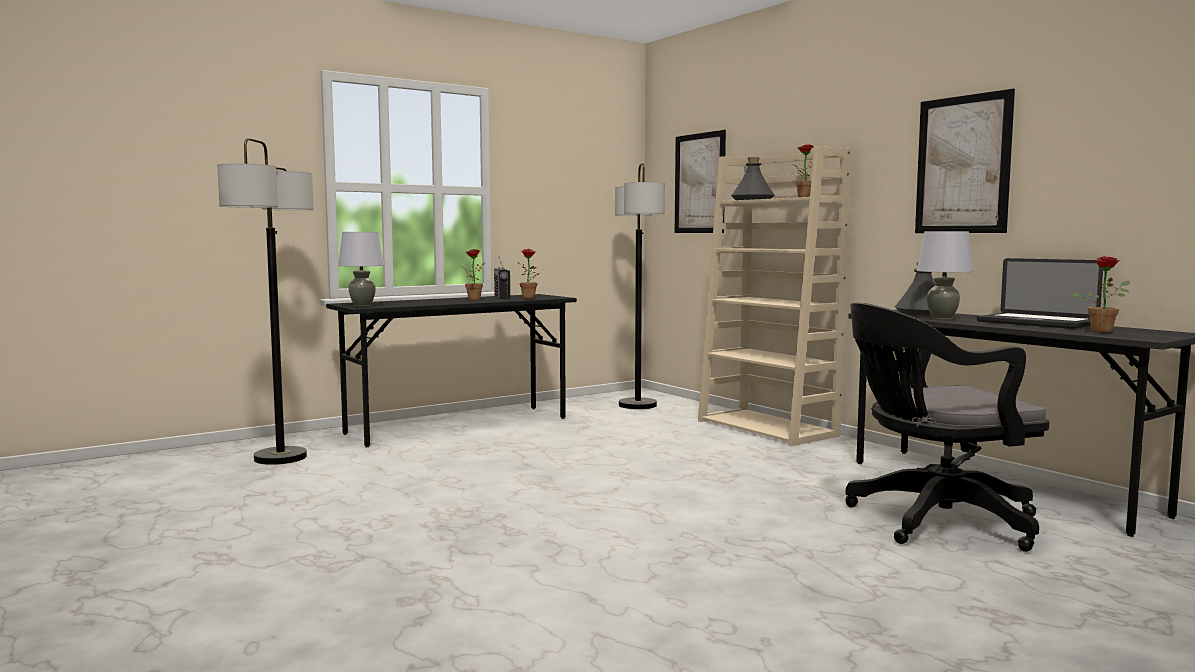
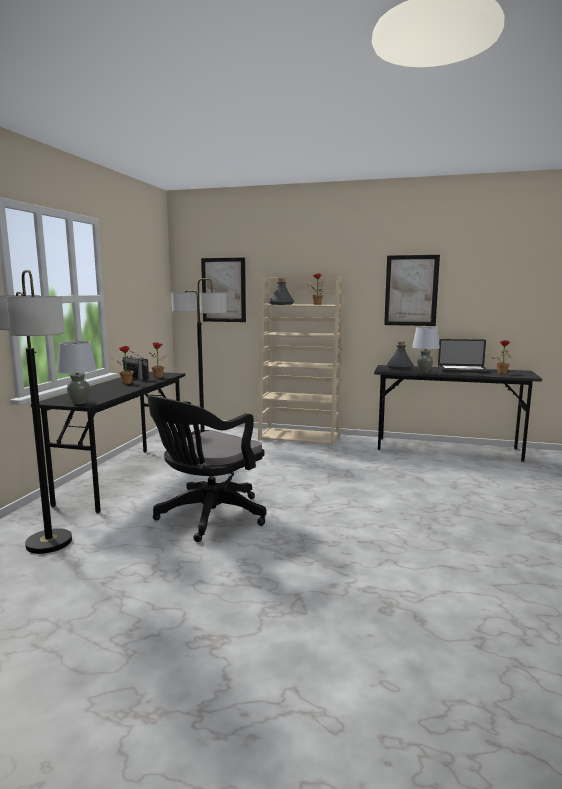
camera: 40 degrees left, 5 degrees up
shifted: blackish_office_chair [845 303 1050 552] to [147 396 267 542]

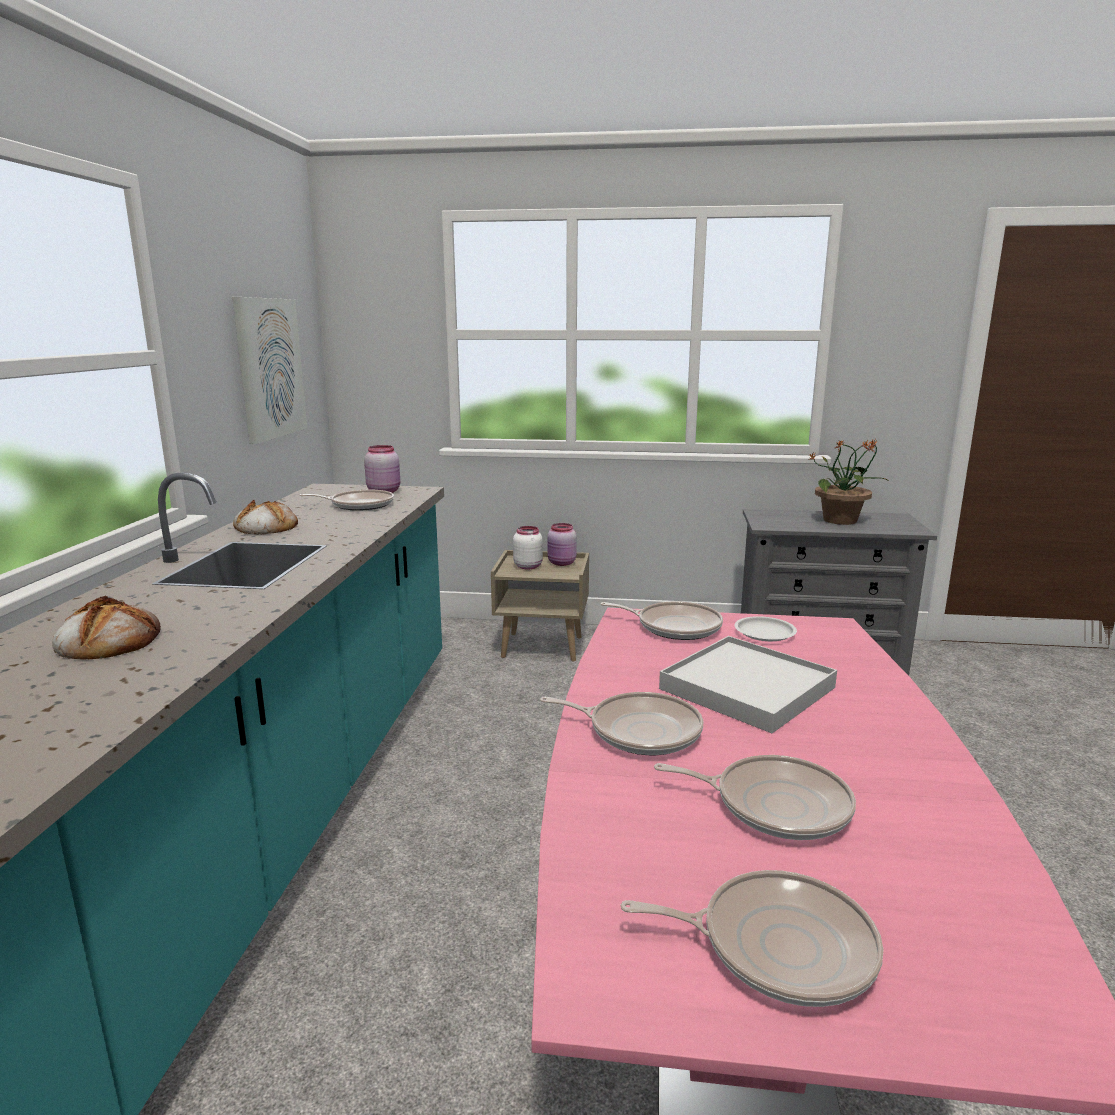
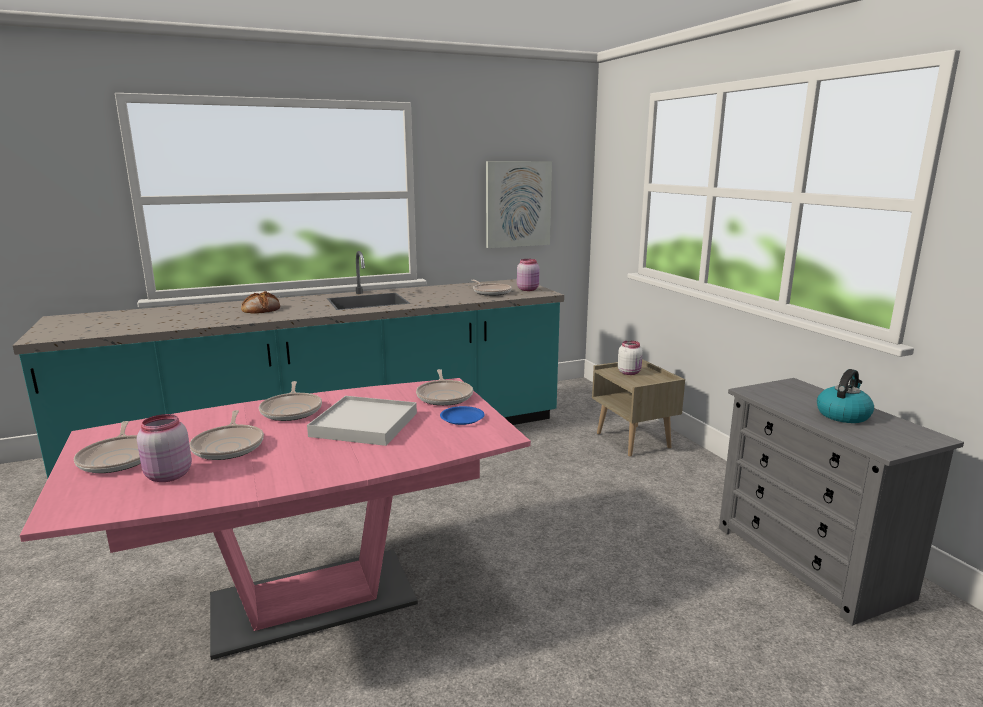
camera: 60 degrees right, 0 degrees up
gone: bread [233 499 298 534]
shifted: pink_preserve_jar [547 523 577 566] to [137 414 192 482]
swapped: houseplant [810 439 889 525] to water_kettle [817 369 874 423]
repainted: whitish_dinner_plate [734 616 797 641] to blue_dinner_plate [440 406 485 425]

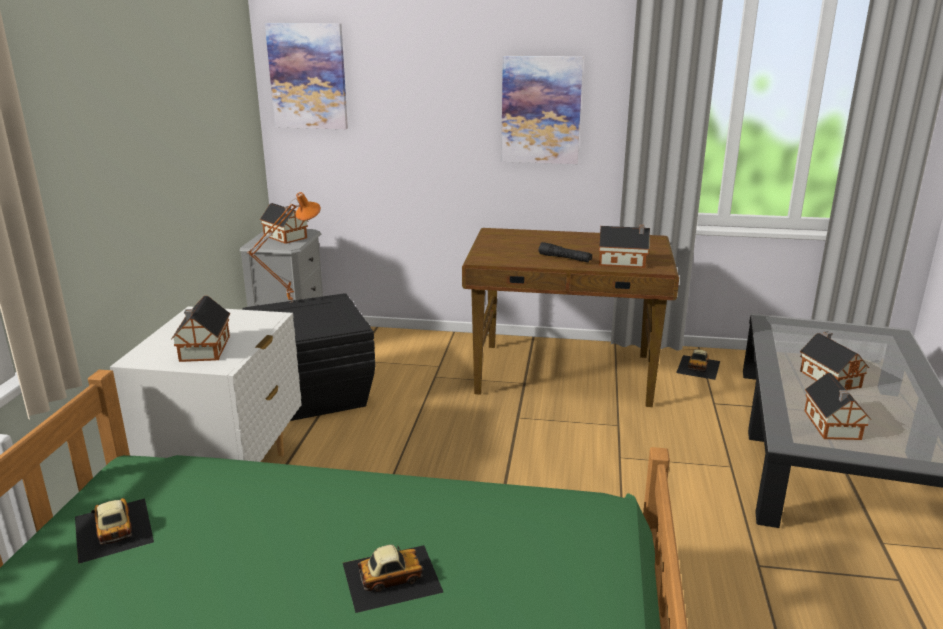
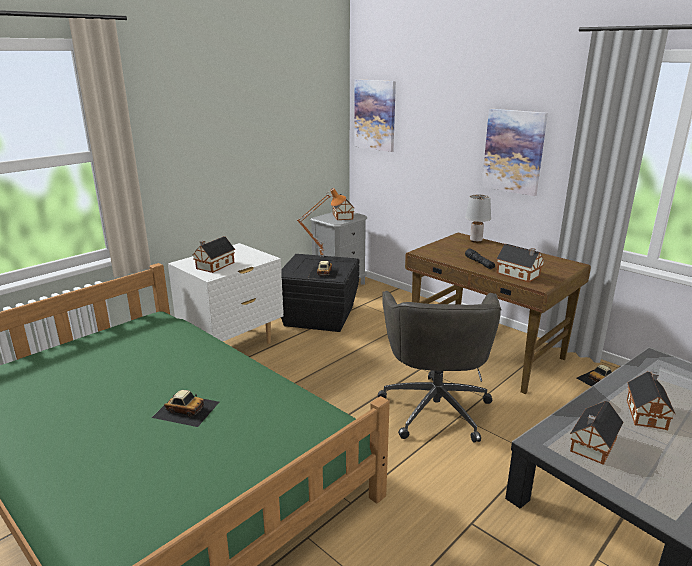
camera: 35 degrees right, 0 degrees up
new: gray_tabletop_lamp [465 195 491 243]; gray_office_chair [378 291 502 443]
shifted: model_car [75 498 154 564] to [308 261 340 280]

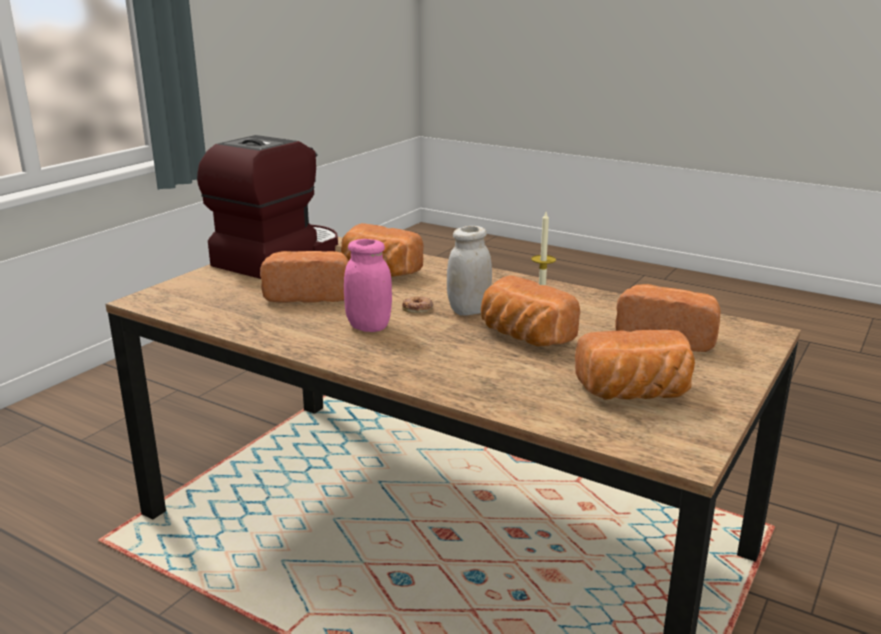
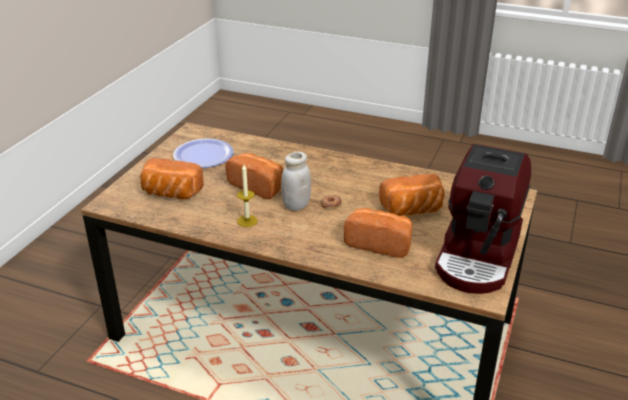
camera: 170 degrees right, 10 degrees up
gone: pink_preserve_jar [344 239 392 332]
swapped: bread [575 330 695 400] to dinner_plate [173 139 233 168]

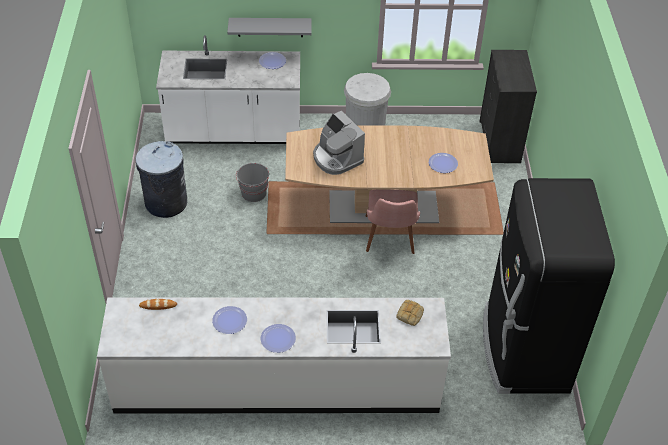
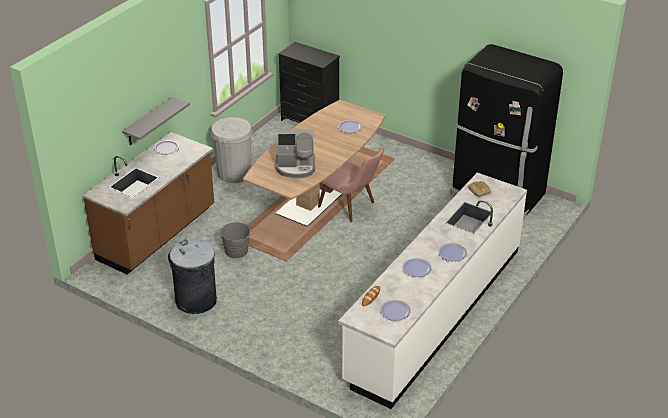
camera: 55 degrees left, 10 degrees down
new: dinner_plate [380 300 411 321]
repainted: whitish_kitchen_counter [156 35 300 144] to brownish_kitchen_counter [82 132 214 274]

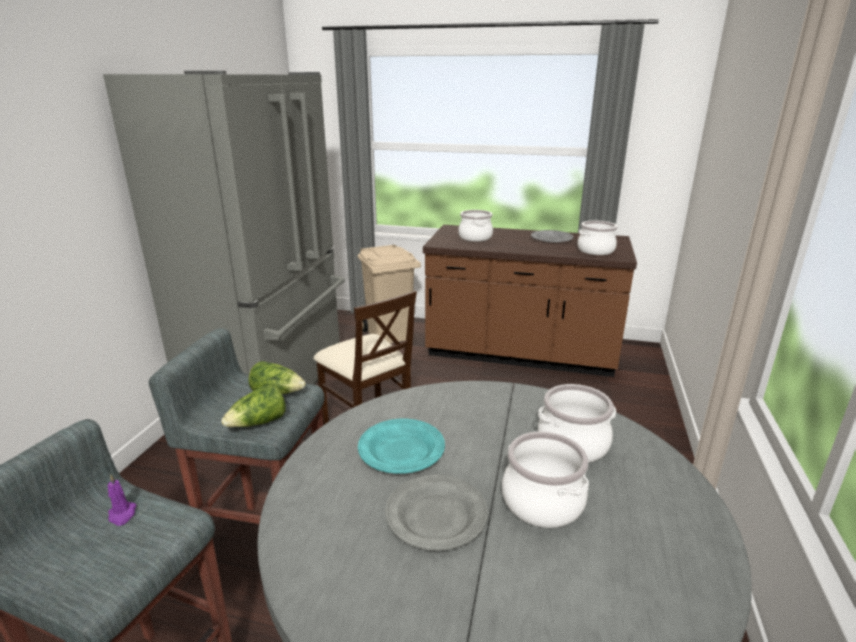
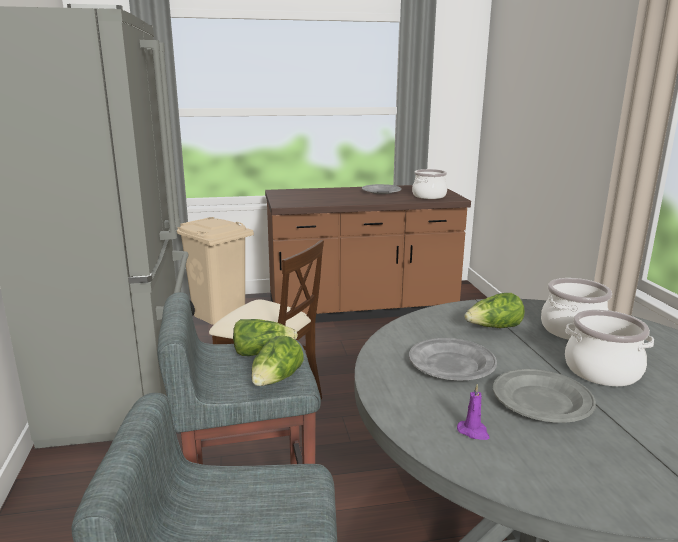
camera: 25 degrees left, 5 degrees down
gone: cooking_pot [458 210 493 241]
new: head_of_lettuce [464 293 525 328]
shifted: purplish_wax_light [107 475 136 526] to [457 384 490 440]
repainted: turquoise_dinner_plate [358 419 445 474] to gray_dinner_plate [409 338 497 381]

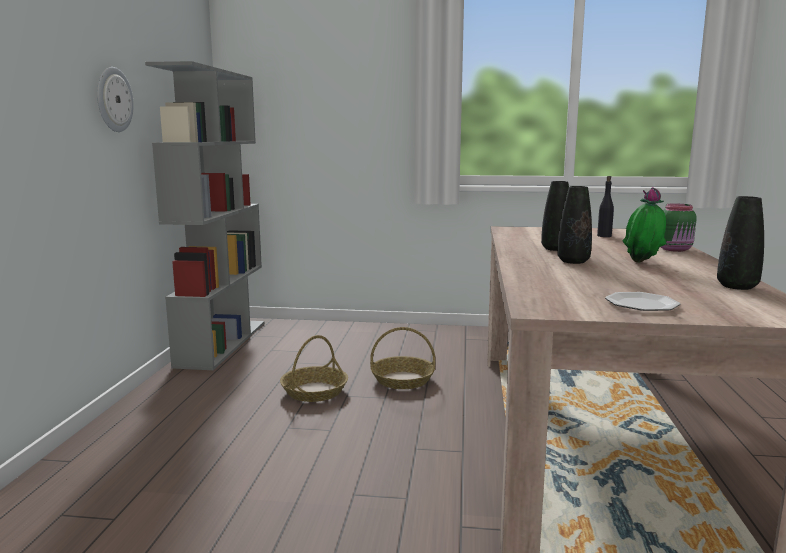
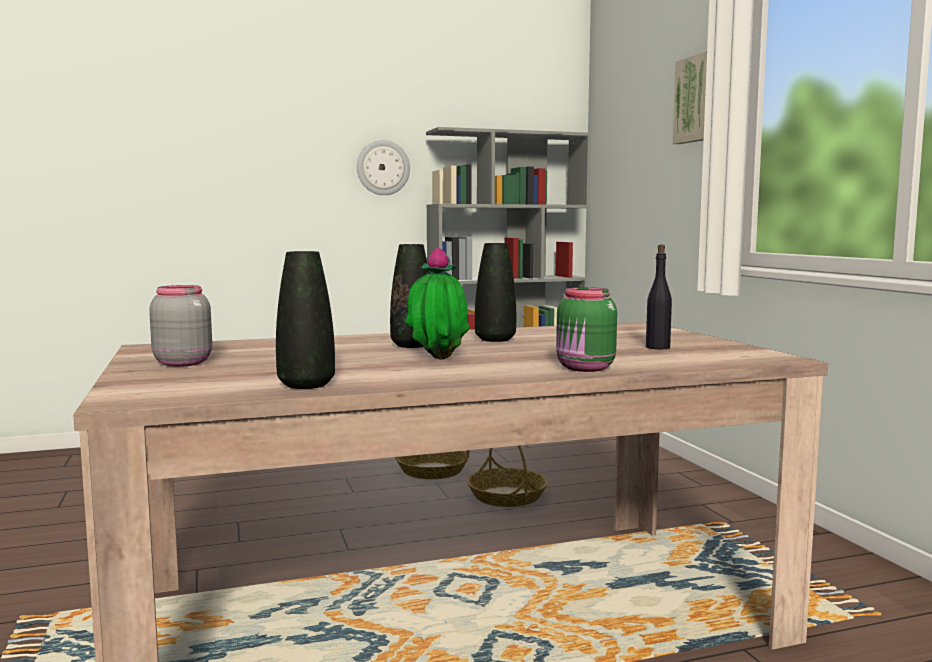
camera: 65 degrees right, 5 degrees down
new: wall_picture [673 51 707 144]
swapped: dinner_plate [605 292 680 311] to gray_preserve_jar [149 285 212 367]

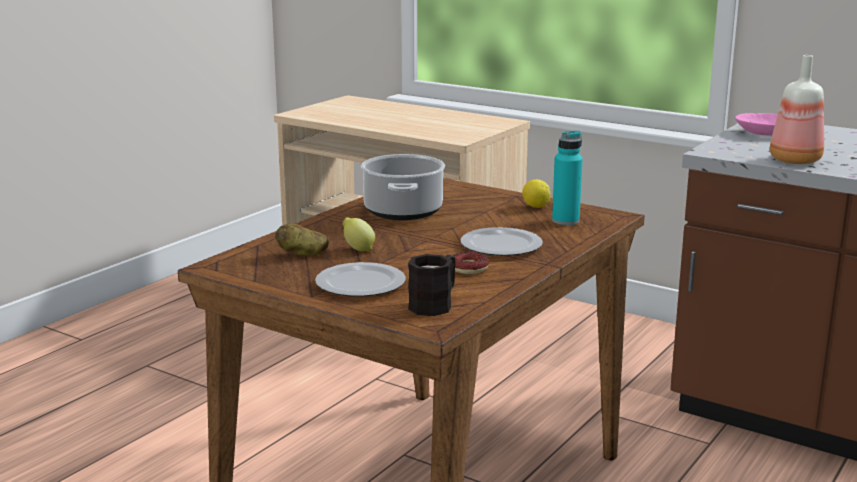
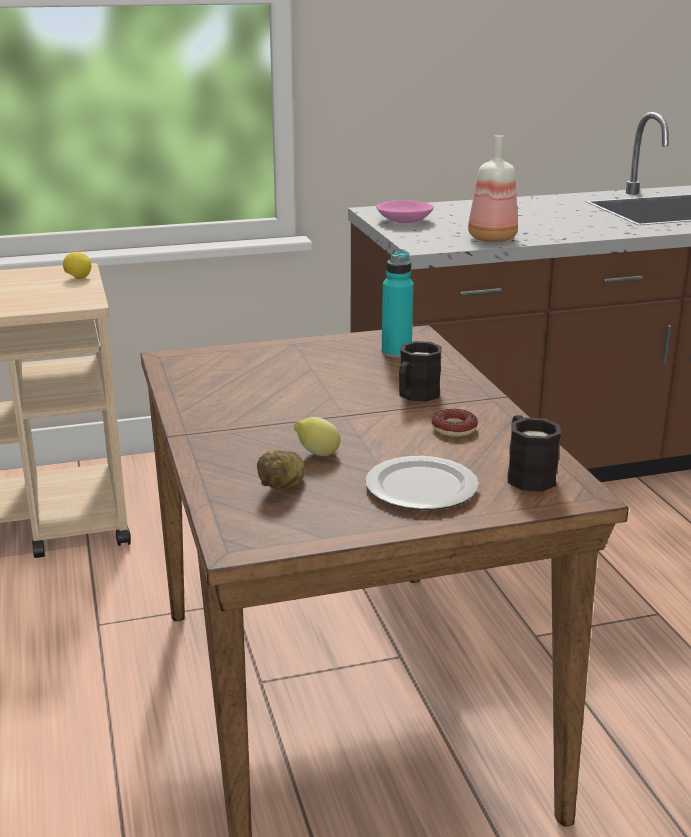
camera: 50 degrees left, 5 degrees up
gone: cooking_pot [361 154 445 220]
shifted: citrus_fruit [522 179 551 208] to [63 252 91 279]
swapped: dinner_plate [461 227 543 256] to blackish_mug [399 341 442 402]

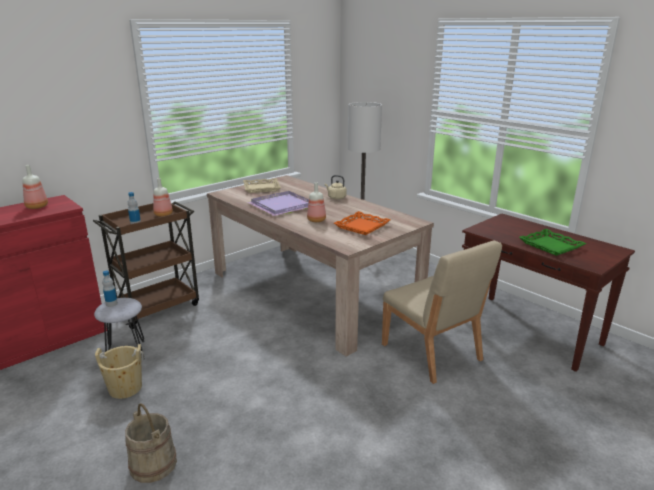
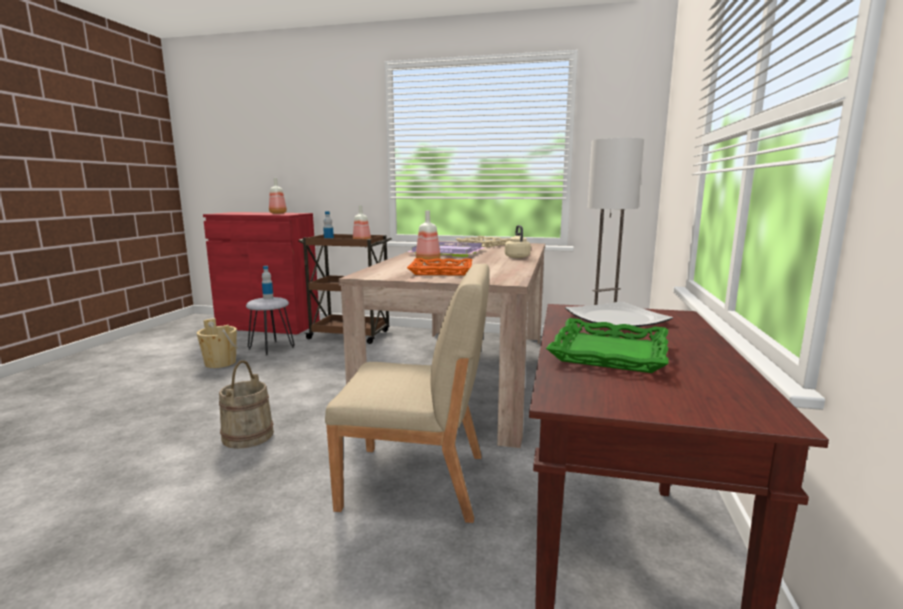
camera: 55 degrees right, 10 degrees down
new: dinner_plate [565 301 673 327]
shifted: beige_pail [125 403 177 483] to [219 360 274 449]
rotated: beige_chair [382 241 502 384] = [325 264 490 523] 105 degrees counterclockwise

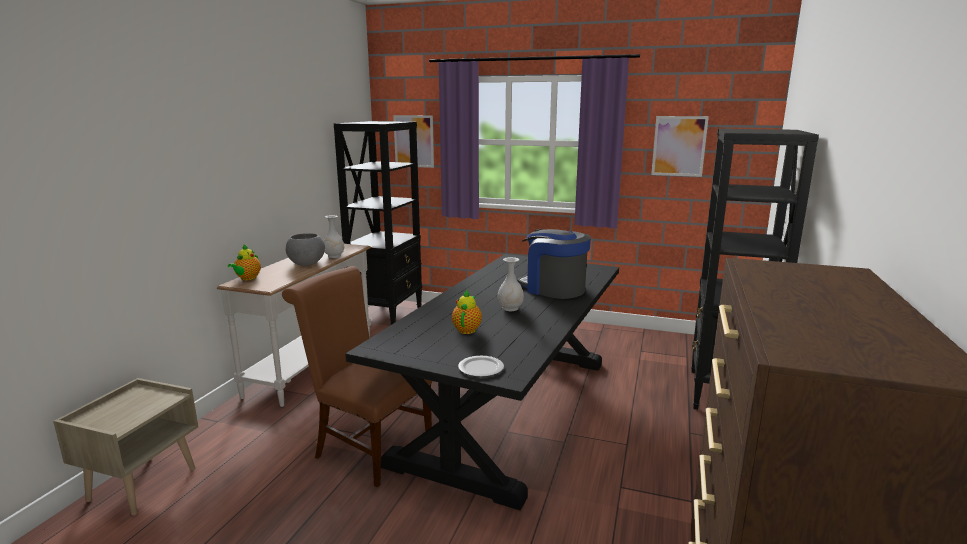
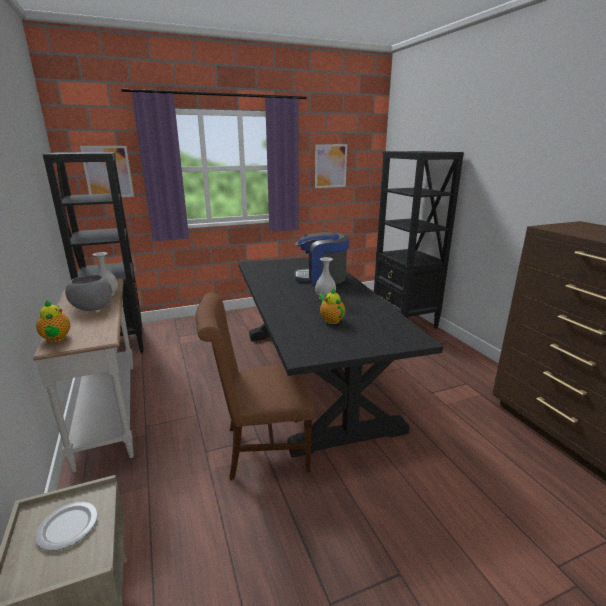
camera: 40 degrees left, 5 degrees up
shifted: dinner_plate [458 356 504 377] to [35 502 98 551]

